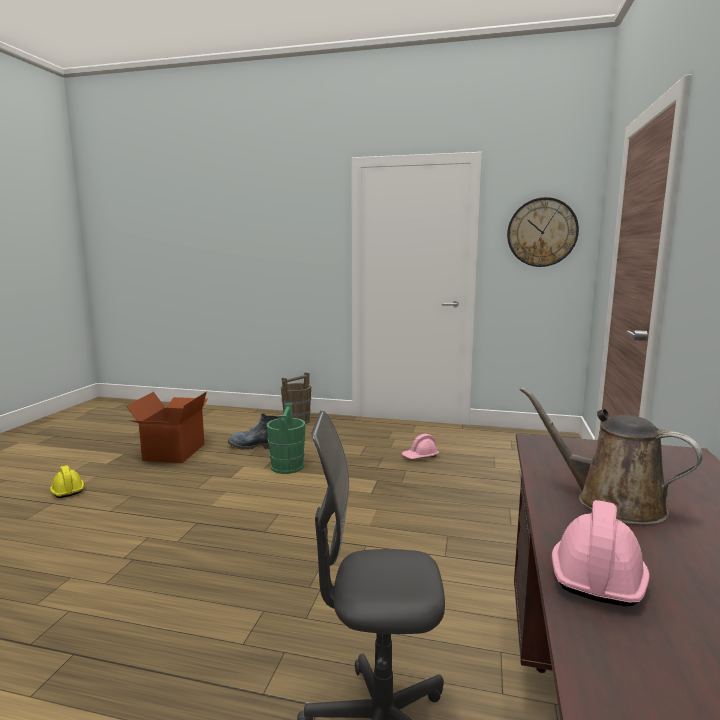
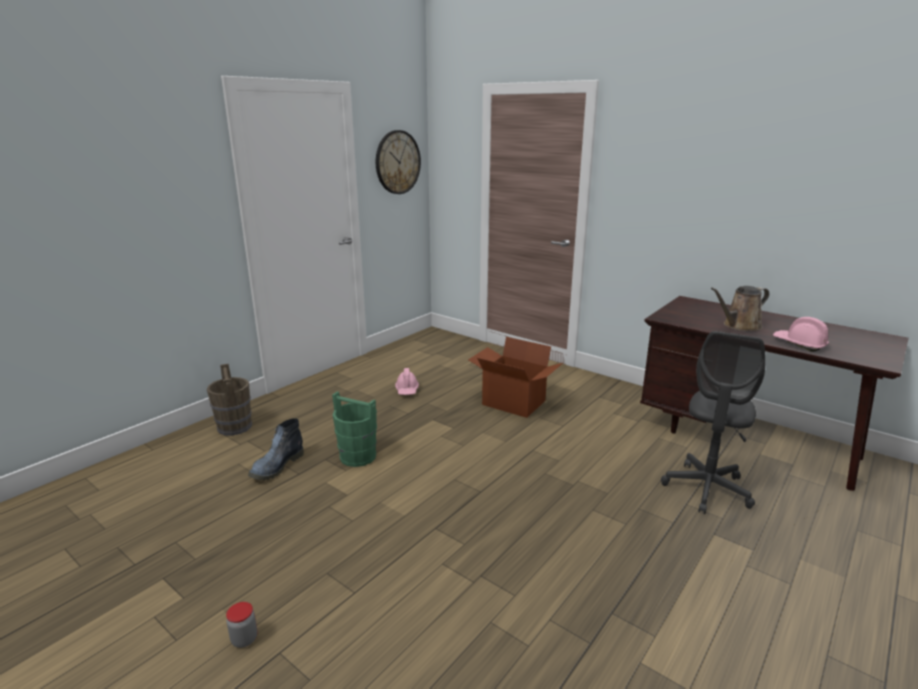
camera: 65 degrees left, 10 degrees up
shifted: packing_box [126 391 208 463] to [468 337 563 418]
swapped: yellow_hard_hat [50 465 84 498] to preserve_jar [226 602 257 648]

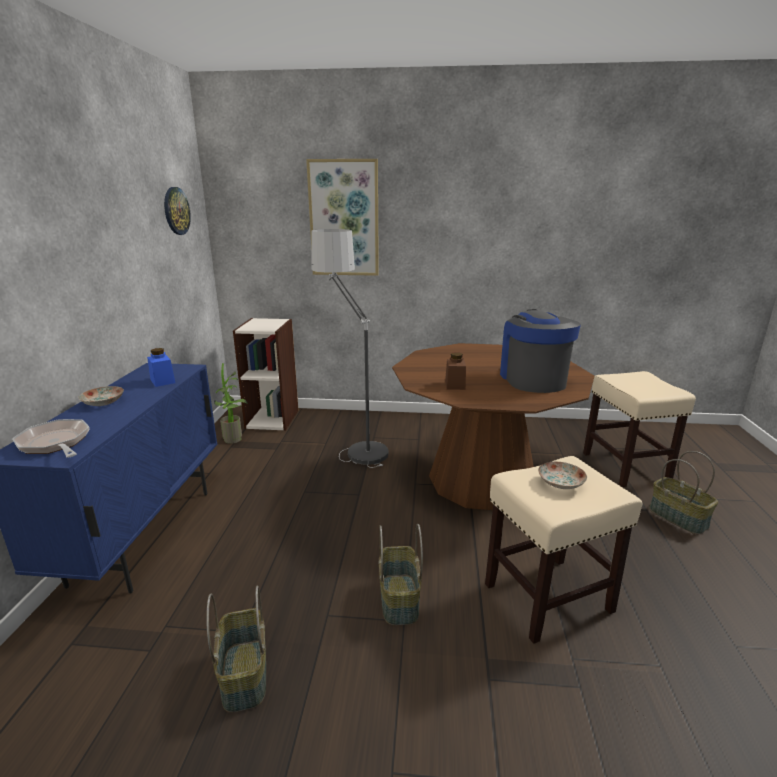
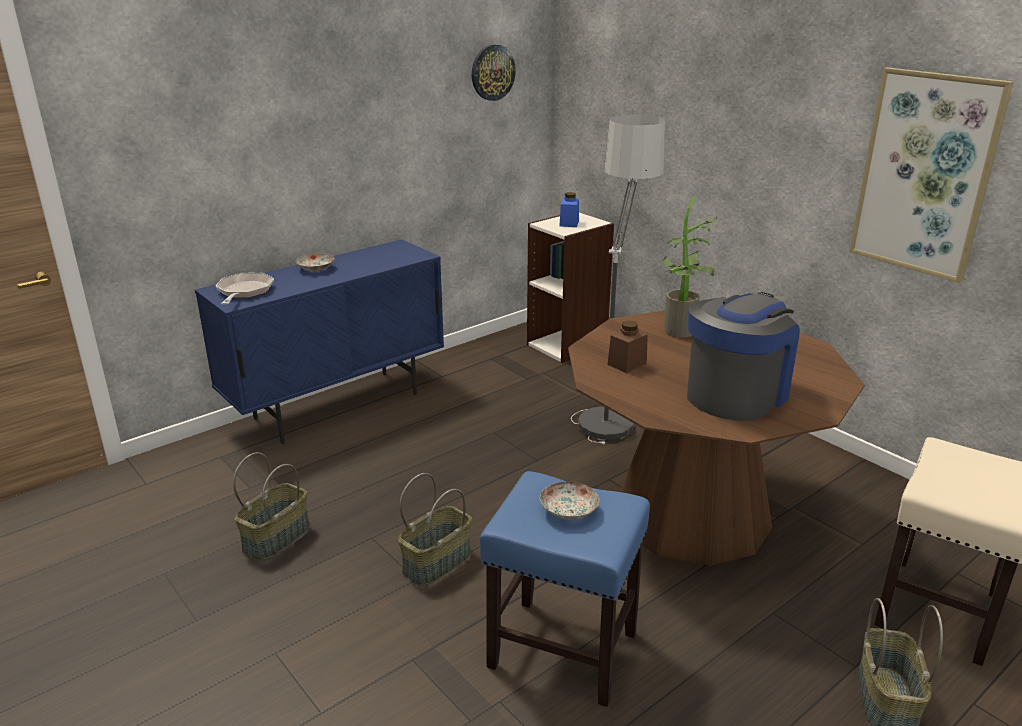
camera: 45 degrees right, 5 degrees up
shifted: wall_picture [306 159 379 276] to [849 67 1014 283]; blue_preserve_jar [147 348 175 387] to [559 192 579 227]; houseplant [214 363 248 444] to [662 197 717 338]
repainted: beige_stool [485 456 642 644] to blue_stool [480 471 650 707]

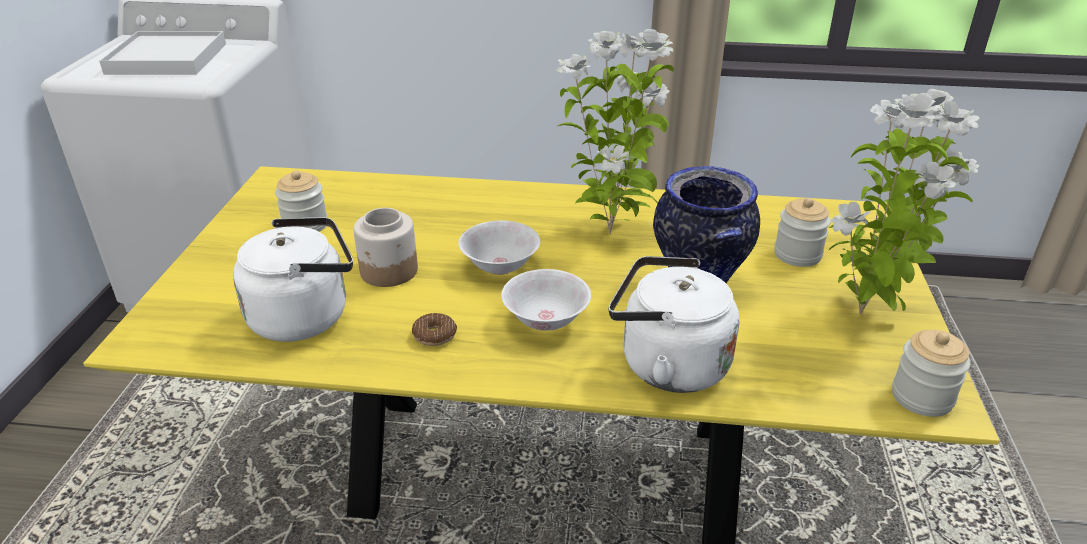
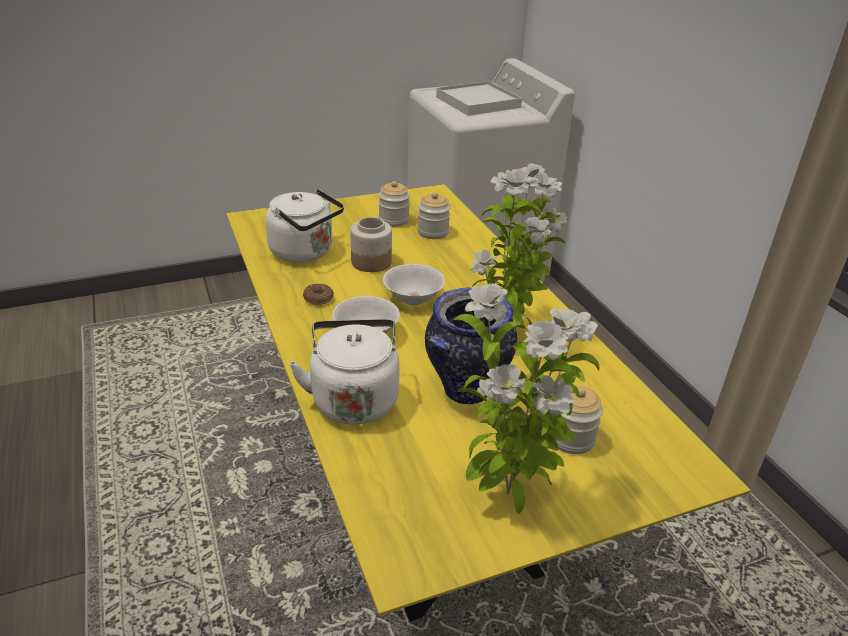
camera: 60 degrees right, 0 degrees up
shifted: preserve_jar [892 330 971 417] to [417 192 451 239]

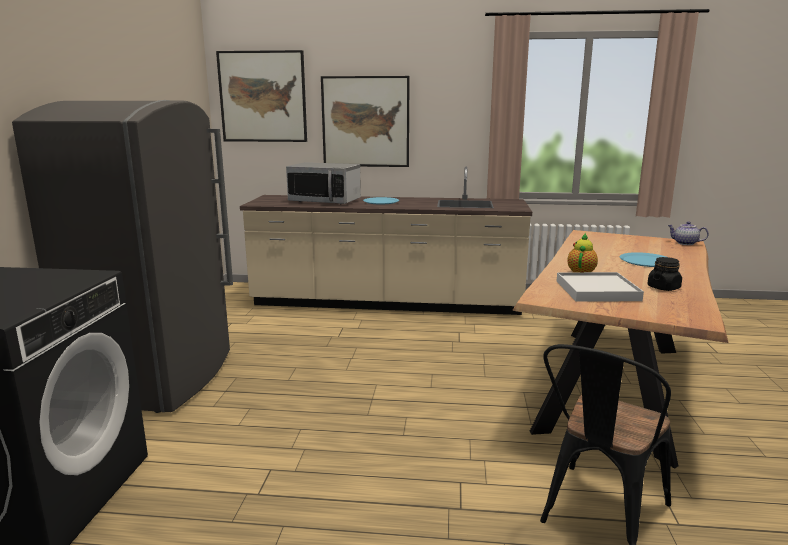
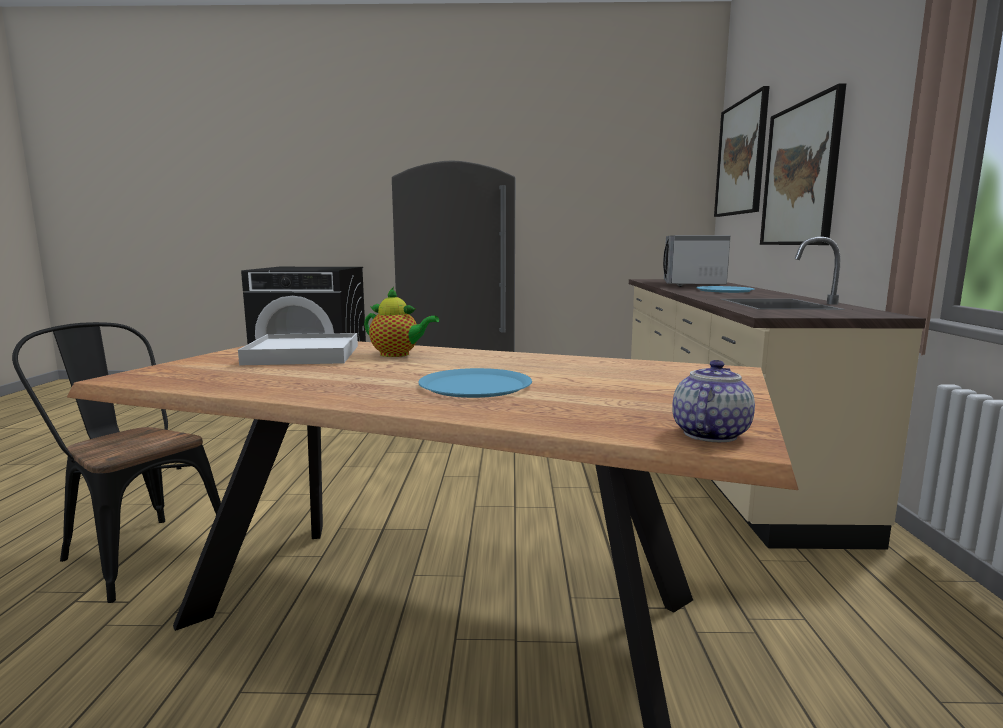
camera: 85 degrees right, 5 degrees down
gone: blackish_preserve_jar [647 257 682 291]

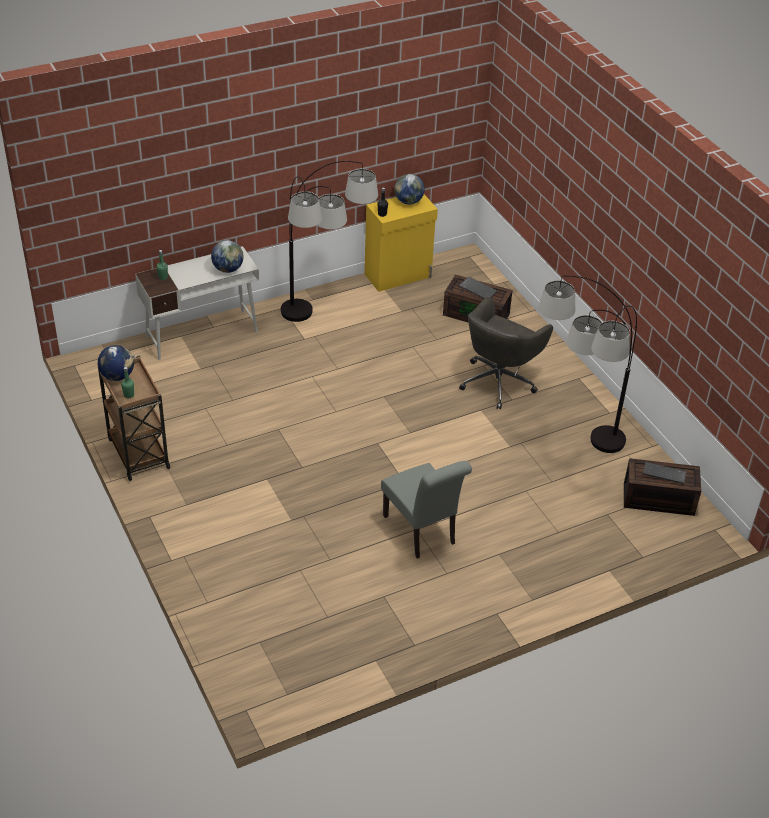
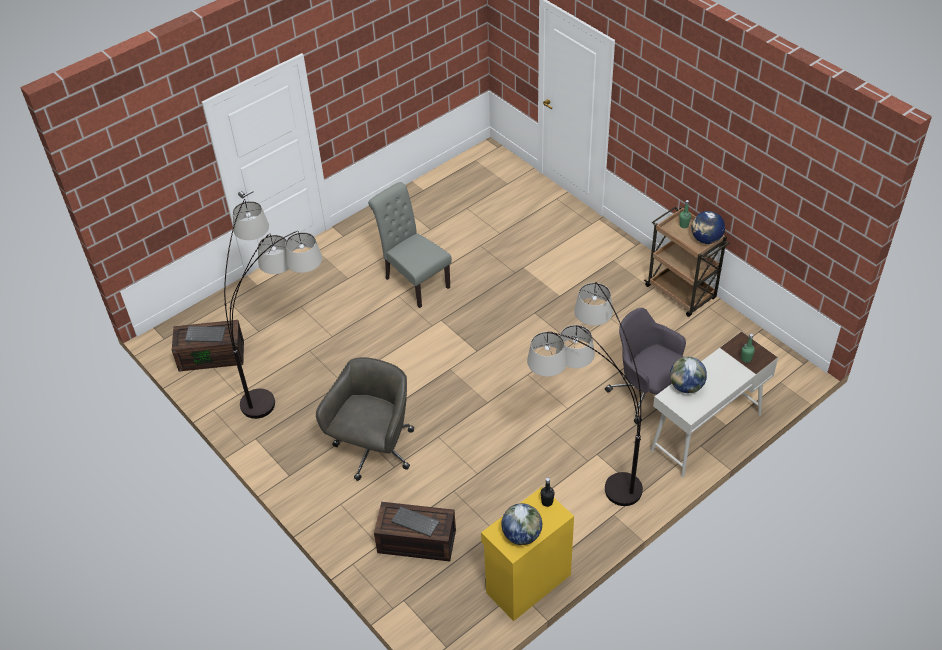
camera: 170 degrees right, 5 degrees up
new: gray_office_chair [605 308 686 424]

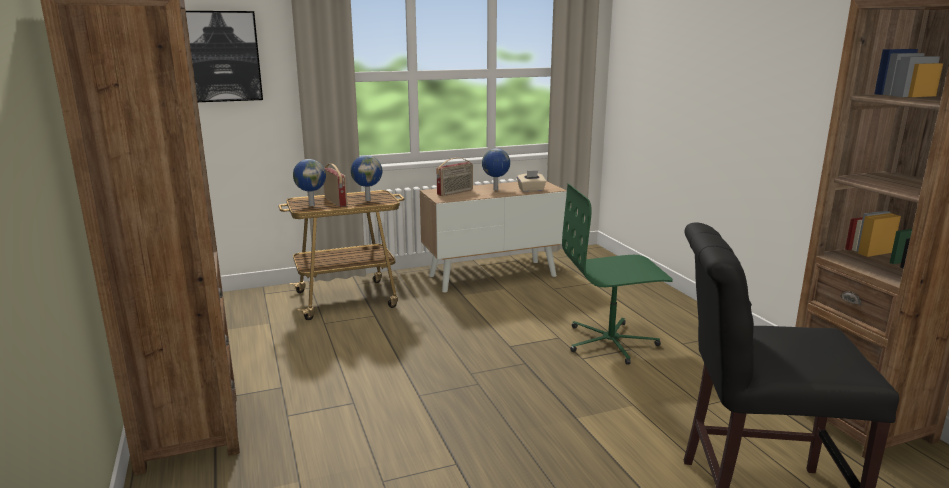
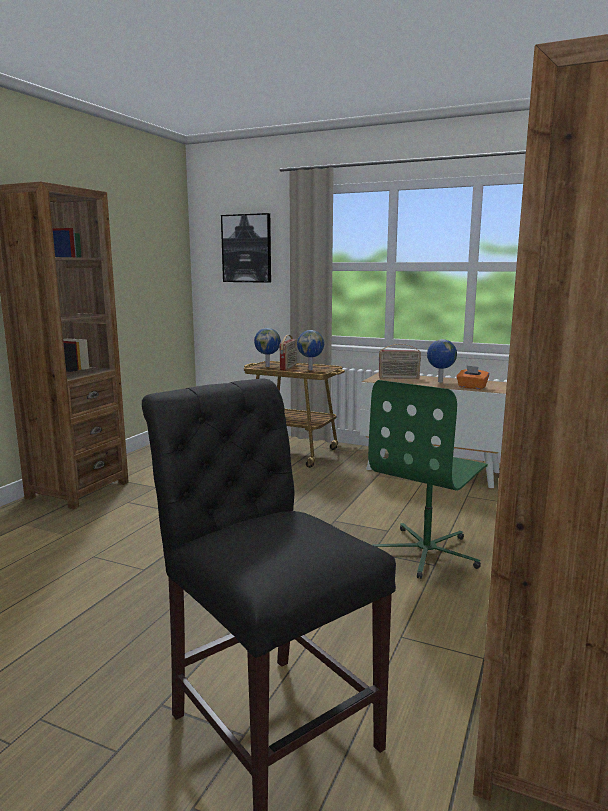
camera: 45 degrees right, 5 degrees down
repainted: beige_tissue_box [517 171 547 192] to orange-coloured_tissue_box [456 365 489 389]
rotated: green-coloured_office_chair [562 183 673 365] = [368 380 488 579] 90 degrees counterclockwise

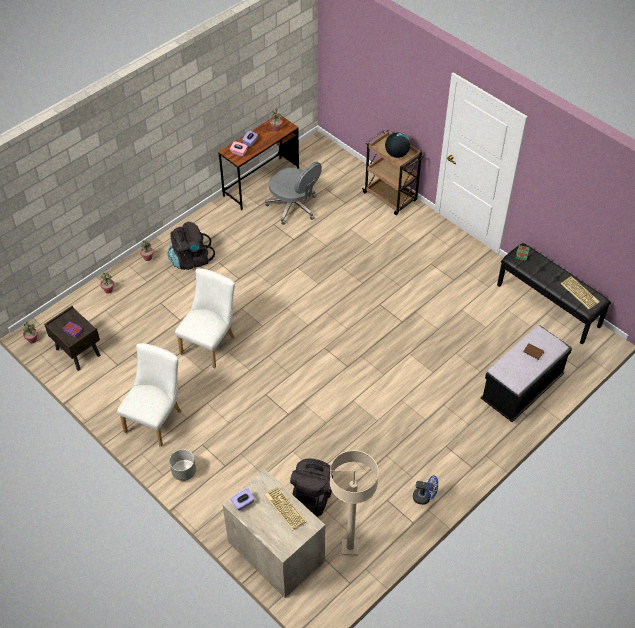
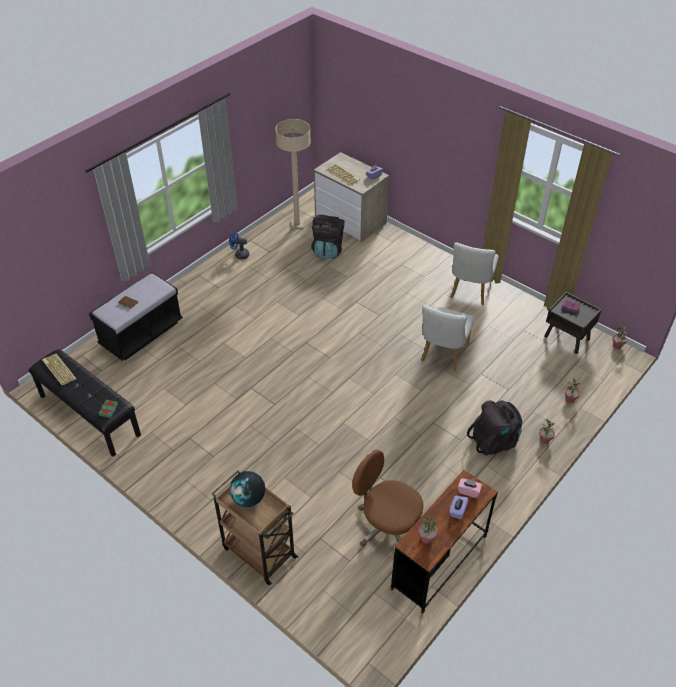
camera: 175 degrees right, 5 degrees down
gone: gray_plant_pot [169 449 196 481]
repainted: gray_office_chair [265 161 322 225] to brownish_office_chair [352 450 423 547]

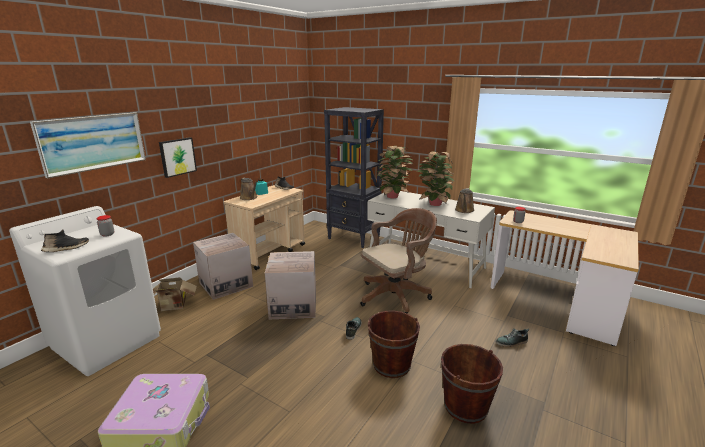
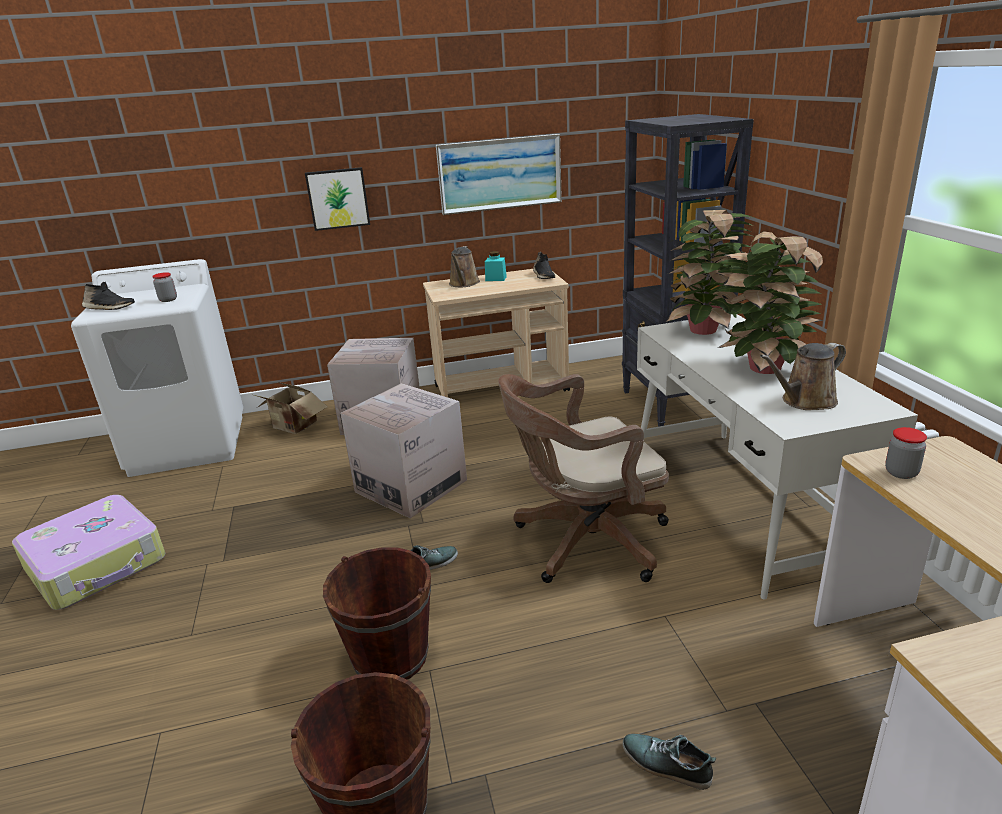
camera: 45 degrees right, 5 degrees up
shifted: wall_picture [30 112 146 178] to [436 134 562 215]
rotated: brownish_office_chair [360 208 437 313] = [498 374 669 583] 150 degrees clockwise

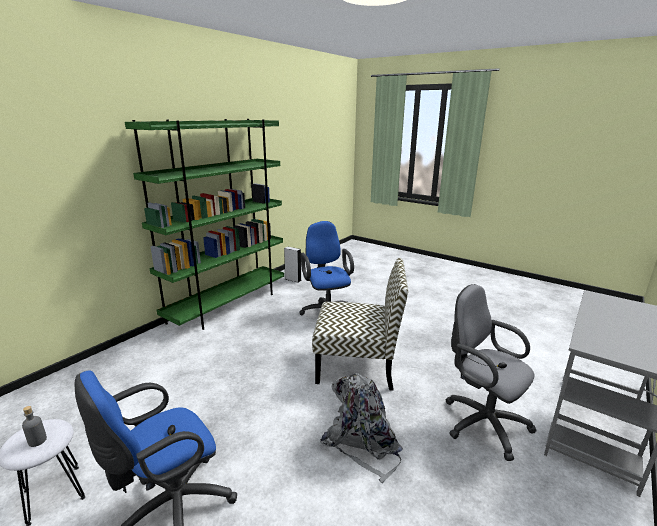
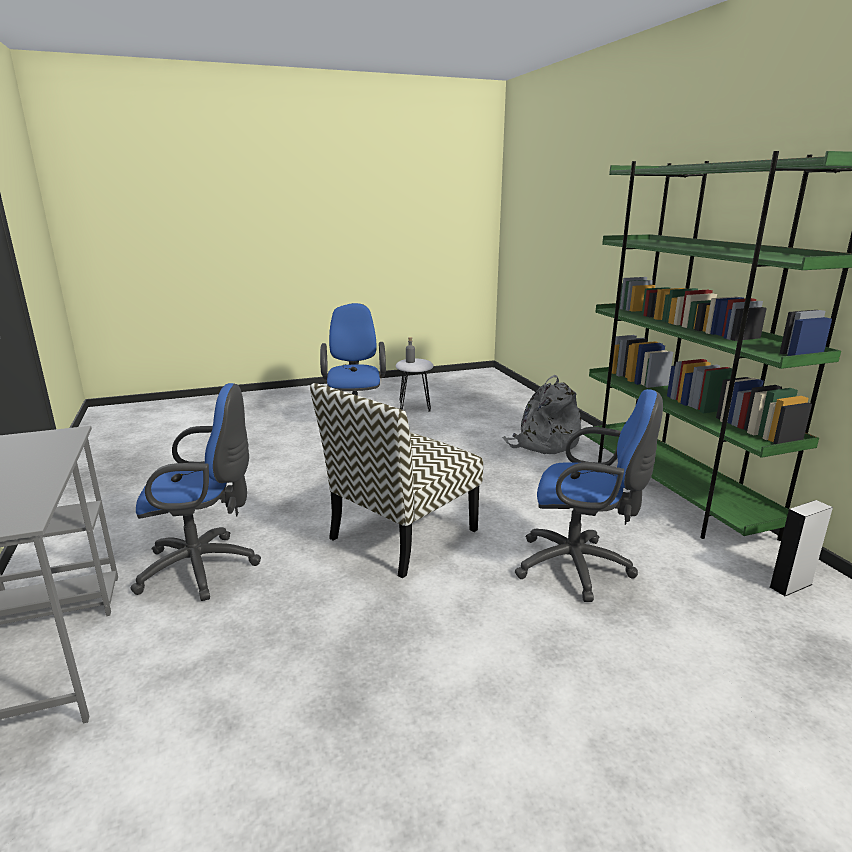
camera: 125 degrees right, 0 degrees up
shifted: gray_rucksack [320 373 403 483] to [502 375 581 454]
repainted: gray_office_chair [446 284 537 461] to blue_office_chair [130 383 261 601]

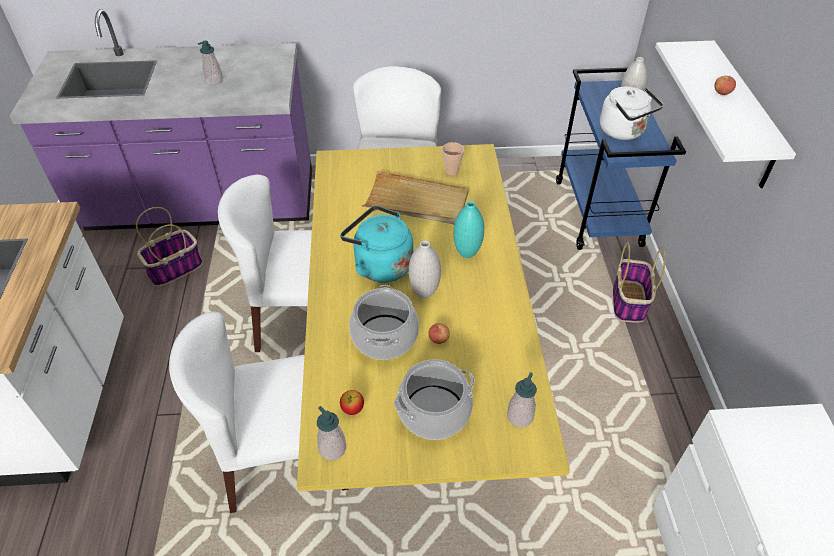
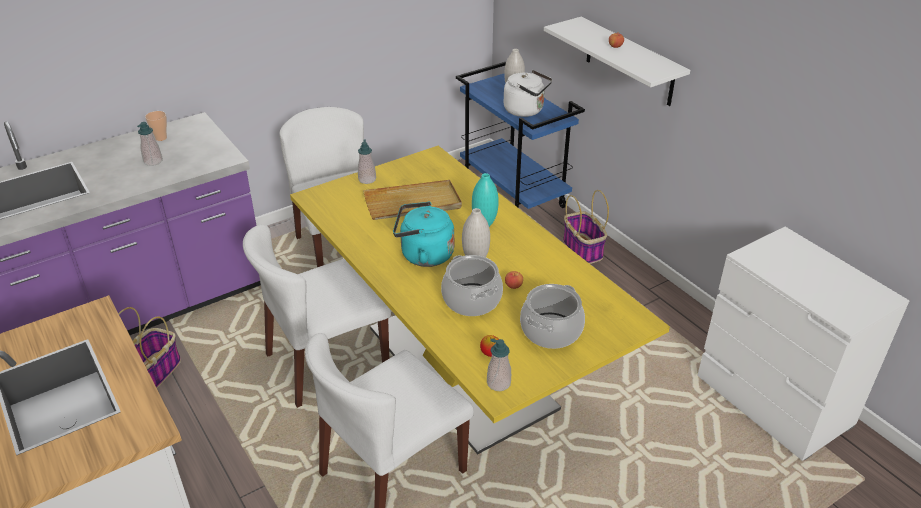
camera: 30 degrees left, 10 degrees down
shifted: small_cup [442 142 464 175] to [145 111 167 141]; soap_bottle [507 372 537 427] to [358 139 376 184]

